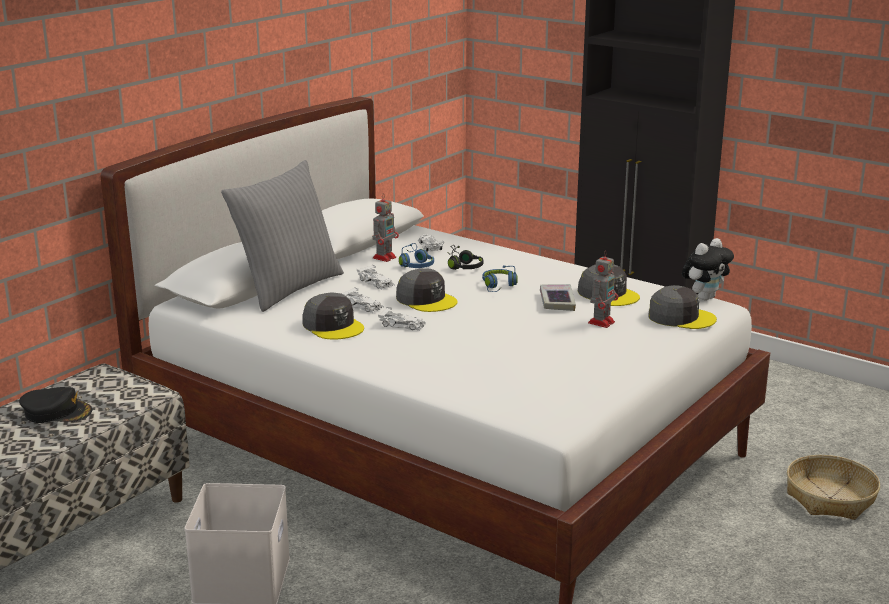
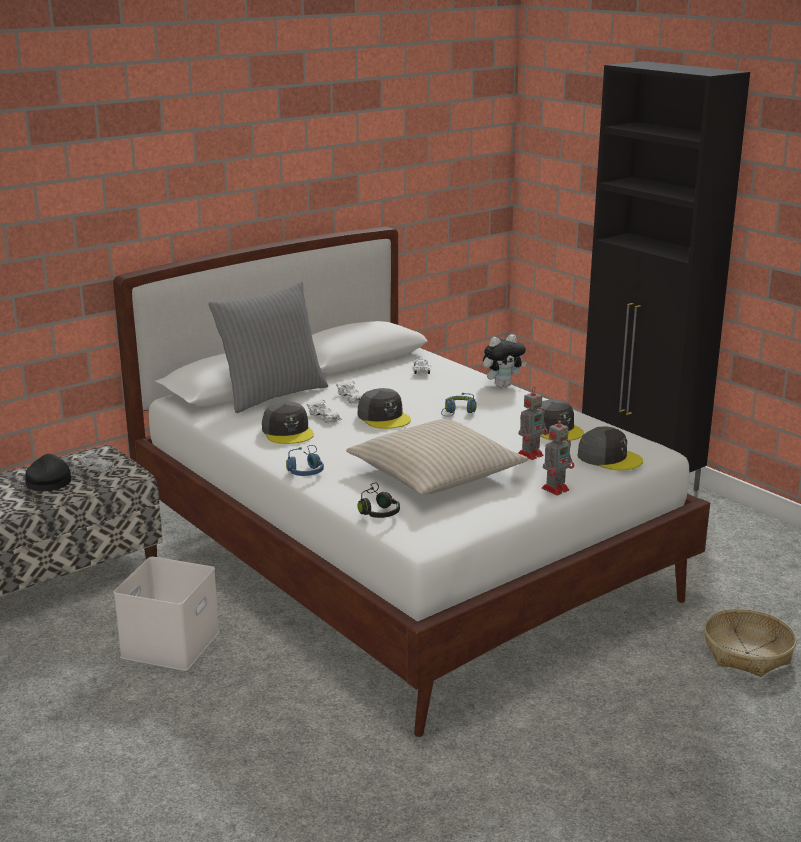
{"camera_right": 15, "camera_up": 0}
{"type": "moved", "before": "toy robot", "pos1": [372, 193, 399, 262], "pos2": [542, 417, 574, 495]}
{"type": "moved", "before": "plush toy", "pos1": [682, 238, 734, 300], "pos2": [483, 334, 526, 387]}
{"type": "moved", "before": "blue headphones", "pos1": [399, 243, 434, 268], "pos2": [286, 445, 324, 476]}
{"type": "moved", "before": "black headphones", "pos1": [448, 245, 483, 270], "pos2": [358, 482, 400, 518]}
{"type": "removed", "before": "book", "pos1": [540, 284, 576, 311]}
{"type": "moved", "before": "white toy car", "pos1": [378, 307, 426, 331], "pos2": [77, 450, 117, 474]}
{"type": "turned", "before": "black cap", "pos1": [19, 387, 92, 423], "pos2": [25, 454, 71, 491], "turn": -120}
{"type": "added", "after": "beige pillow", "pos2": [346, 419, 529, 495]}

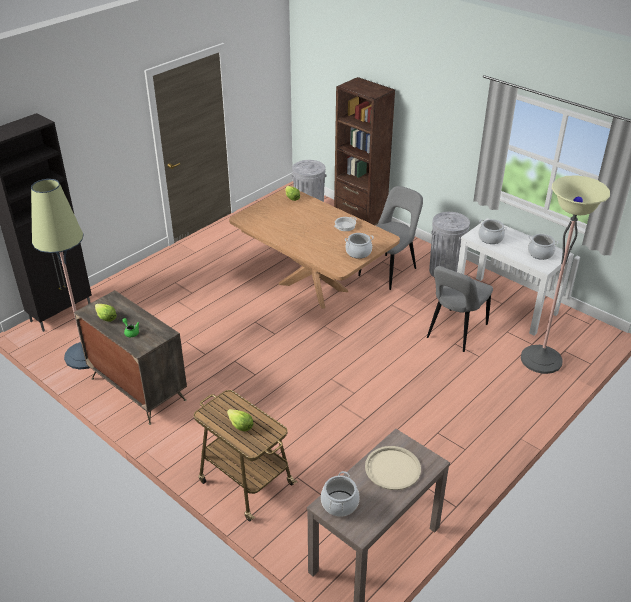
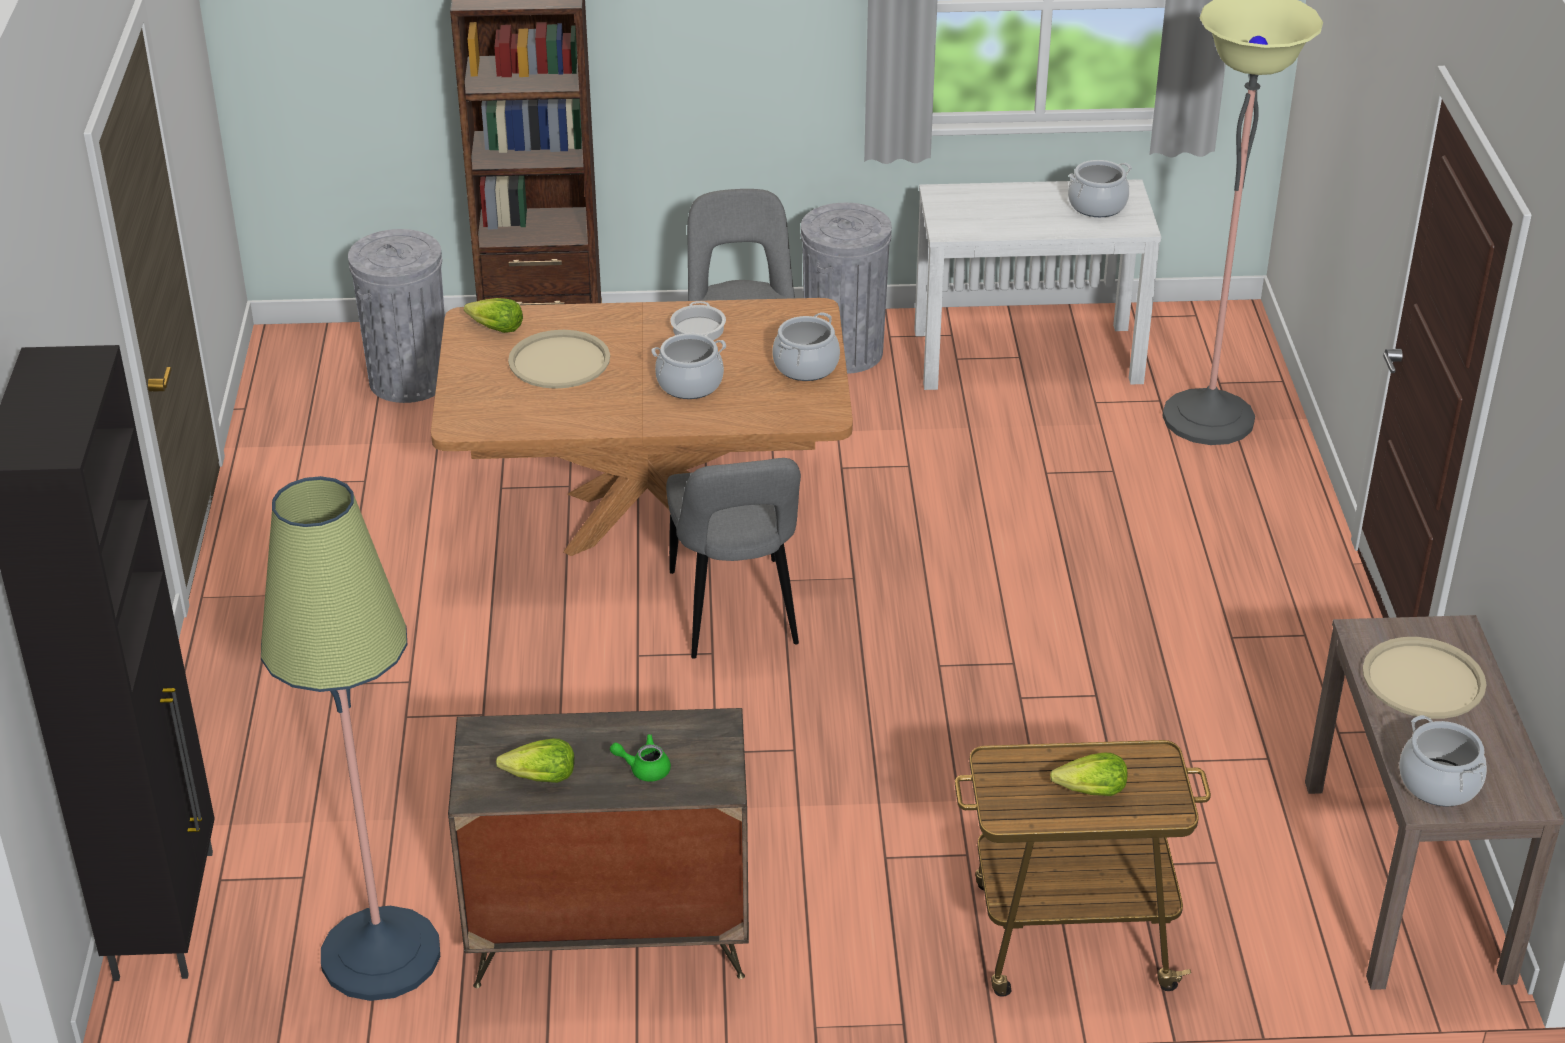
{"camera_right": -45, "camera_up": 0}
{"type": "moved", "before": "cooking pot", "pos1": [478, 219, 507, 244], "pos2": [651, 333, 726, 399]}
{"type": "moved", "before": "grey chair", "pos1": [427, 266, 493, 352], "pos2": [666, 458, 801, 659]}
{"type": "added", "after": "beige tray", "pos2": [508, 330, 610, 389]}

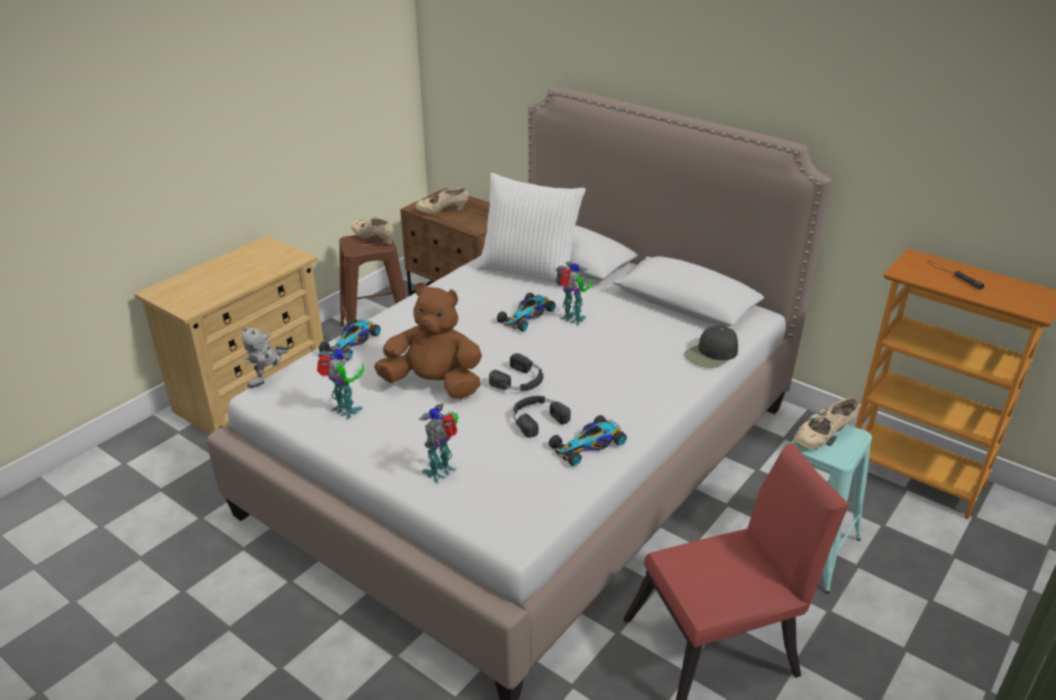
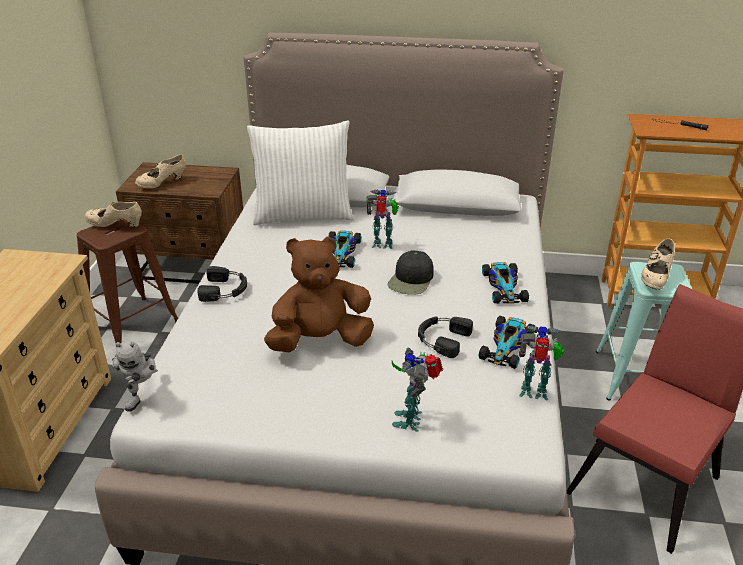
{"camera_right": -30, "camera_up": 0}
{"type": "moved", "before": "toy car", "pos1": [319, 318, 381, 360], "pos2": [482, 262, 529, 303]}
{"type": "moved", "before": "black cap", "pos1": [684, 326, 738, 368], "pos2": [388, 250, 434, 295]}
{"type": "moved", "before": "toy robot", "pos1": [317, 346, 364, 420], "pos2": [519, 325, 564, 400]}
{"type": "moved", "before": "black headphones", "pos1": [489, 353, 543, 392], "pos2": [197, 266, 247, 302]}

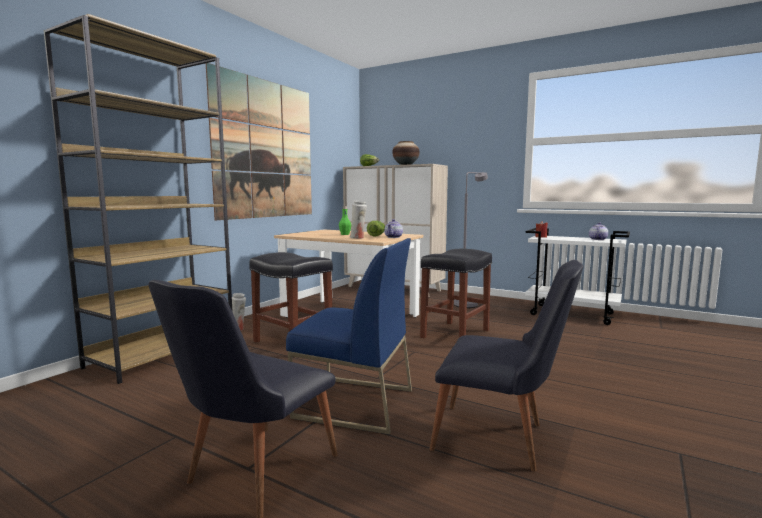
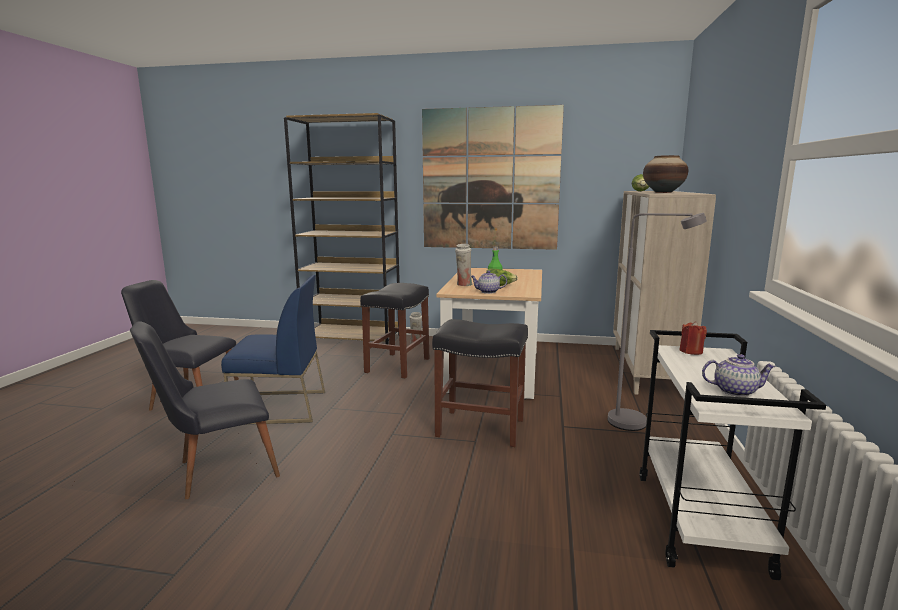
{"camera_right": 70, "camera_up": 5}
{"type": "turned", "before": "blue chair", "pos1": [286, 238, 412, 434], "pos2": [221, 275, 325, 425], "turn": -90}
{"type": "turned", "before": "black chair", "pos1": [430, 260, 584, 472], "pos2": [130, 321, 280, 499], "turn": 60}

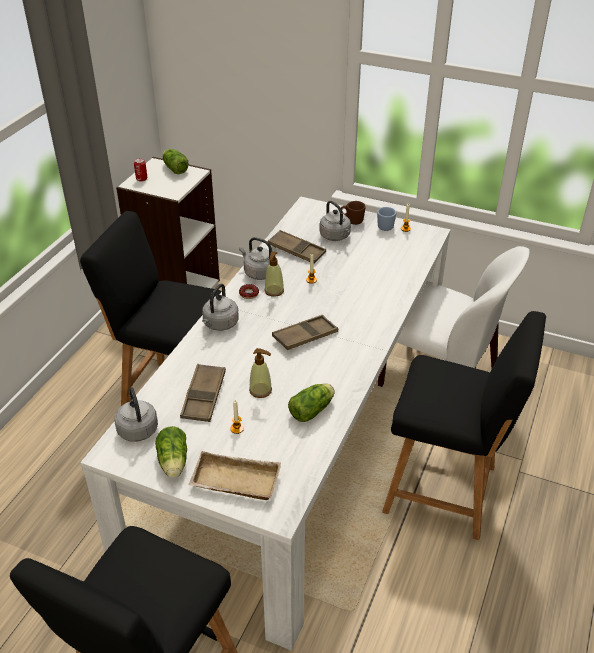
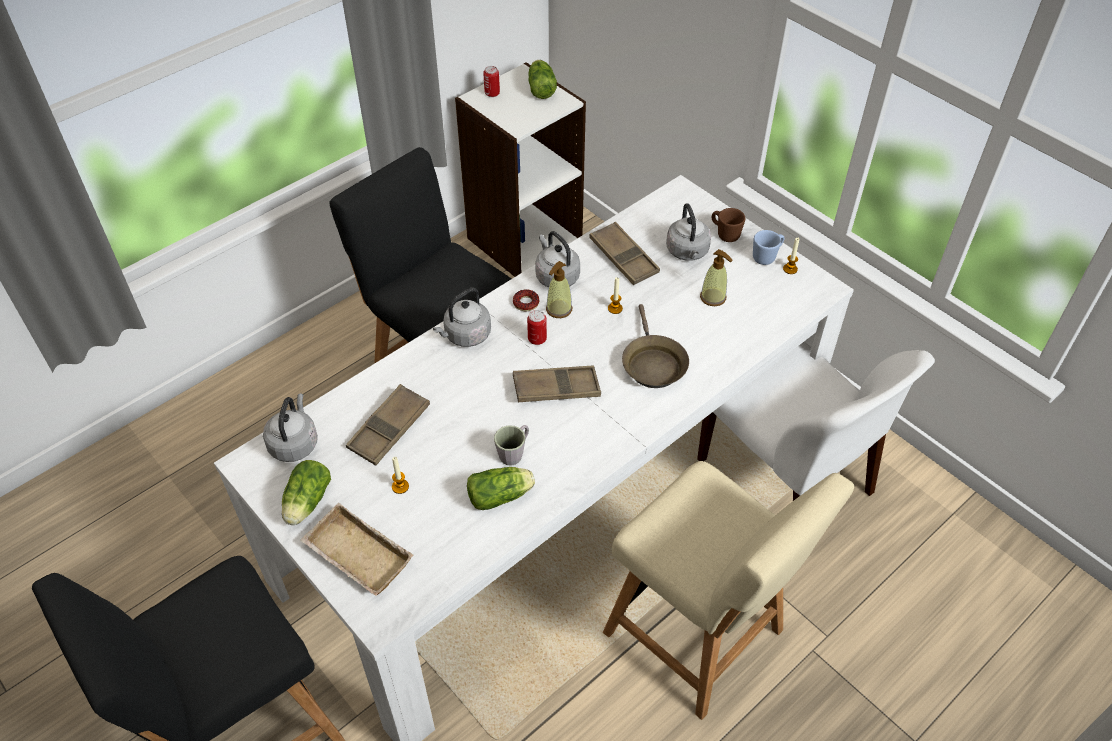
{"camera_right": 25, "camera_up": 10}
{"type": "recoloured", "before": "black chair", "after": "beige chair", "pos1": [382, 311, 546, 540], "pos2": [603, 461, 854, 720]}
{"type": "moved", "before": "soap dispenser", "pos1": [249, 348, 272, 398], "pos2": [700, 249, 733, 306]}
{"type": "added", "after": "brown frying pan", "pos2": [622, 304, 689, 388]}
{"type": "added", "after": "can", "pos2": [527, 310, 547, 345]}
{"type": "added", "after": "grey mug", "pos2": [494, 425, 529, 466]}

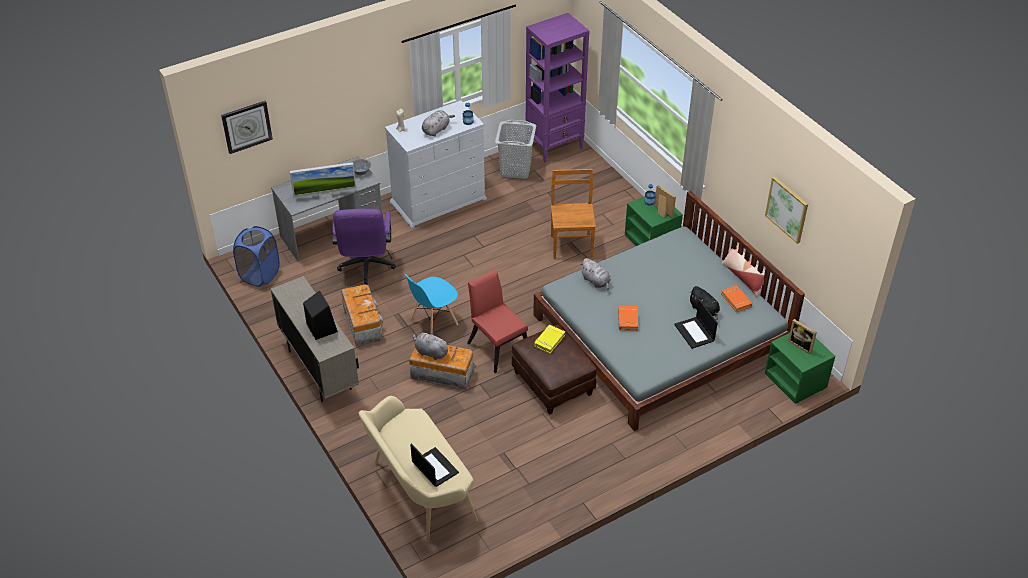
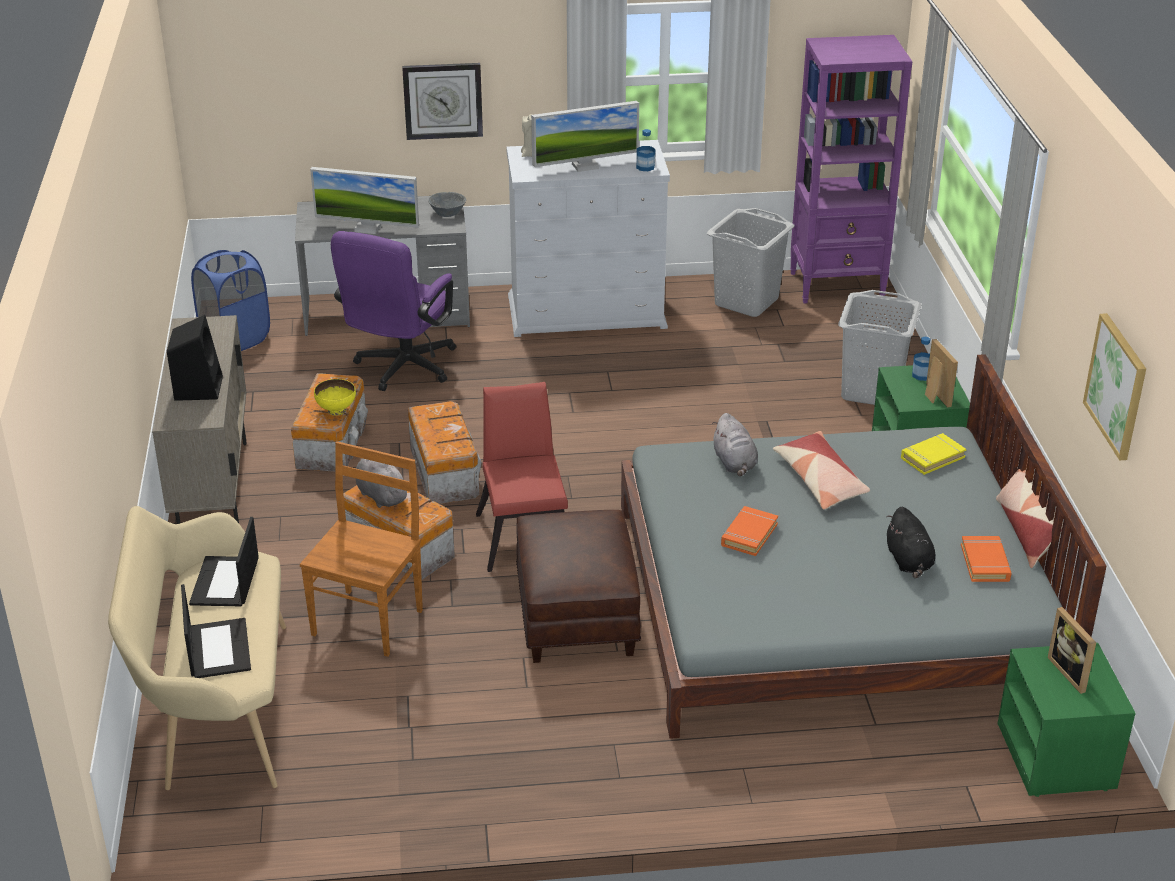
{"camera_right": 25, "camera_up": -10}
{"type": "moved", "before": "wall clock", "pos1": [221, 101, 273, 154], "pos2": [402, 63, 483, 140]}
{"type": "replaced", "before": "grey plush toy", "after": "monitor", "pos1": [422, 110, 455, 136], "pos2": [531, 101, 639, 172]}
{"type": "moved", "before": "brown chair", "pos1": [551, 169, 596, 259], "pos2": [300, 441, 423, 657]}
{"type": "replaced", "before": "blue chair", "after": "storage box", "pos1": [405, 274, 458, 335], "pos2": [408, 401, 482, 504]}
{"type": "moved", "before": "laptop", "pos1": [674, 300, 718, 349], "pos2": [189, 517, 259, 606]}
{"type": "moved", "before": "yellow book", "pos1": [534, 325, 565, 353], "pos2": [901, 433, 966, 475]}
{"type": "added", "after": "grey laundry basket", "pos2": [838, 290, 921, 405]}
{"type": "added", "after": "yellow bowl", "pos2": [314, 379, 356, 416]}
{"type": "added", "after": "pillow", "pos2": [773, 431, 870, 510]}

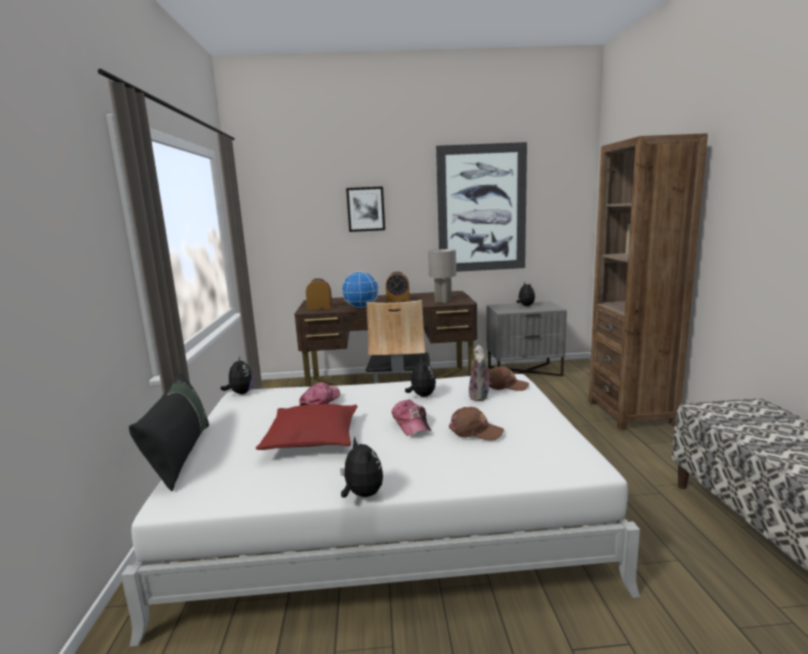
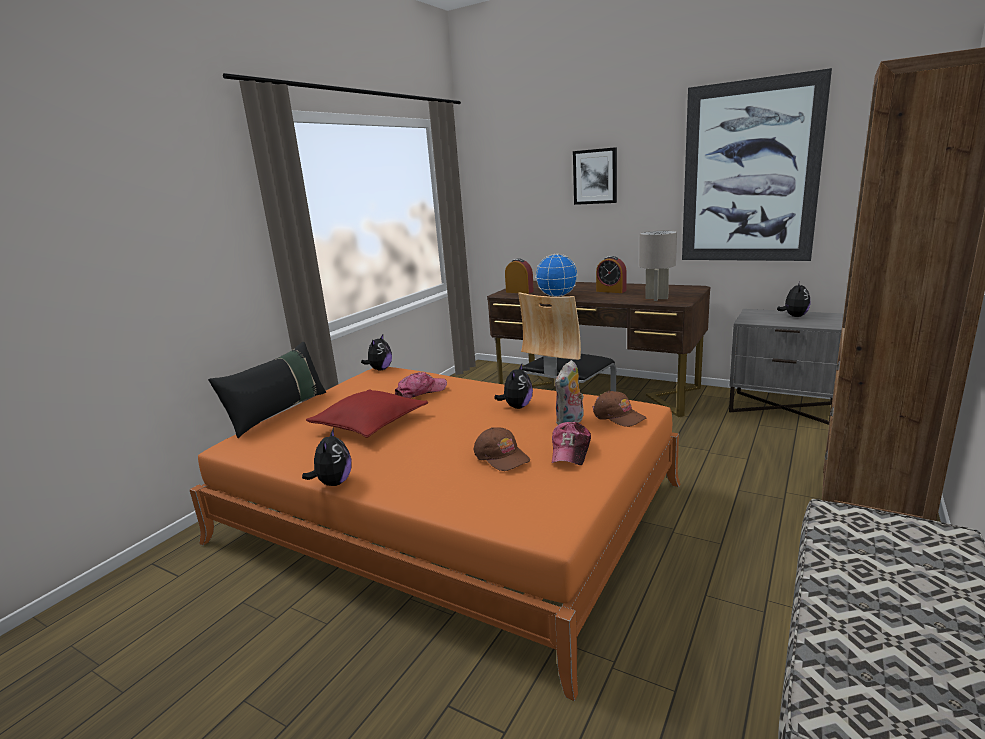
{"camera_right": 35, "camera_up": 5}
{"type": "recoloured", "before": "white bed", "after": "orange bed", "pos1": [121, 374, 640, 647], "pos2": [189, 367, 681, 701]}
{"type": "moved", "before": "cap", "pos1": [392, 399, 431, 436], "pos2": [552, 422, 591, 465]}

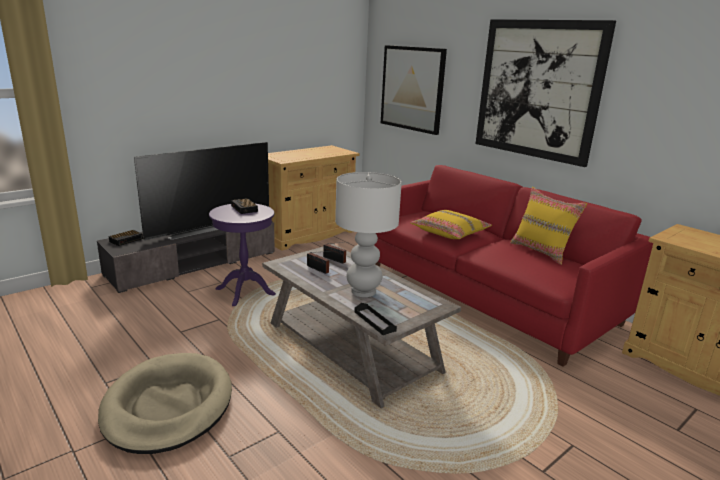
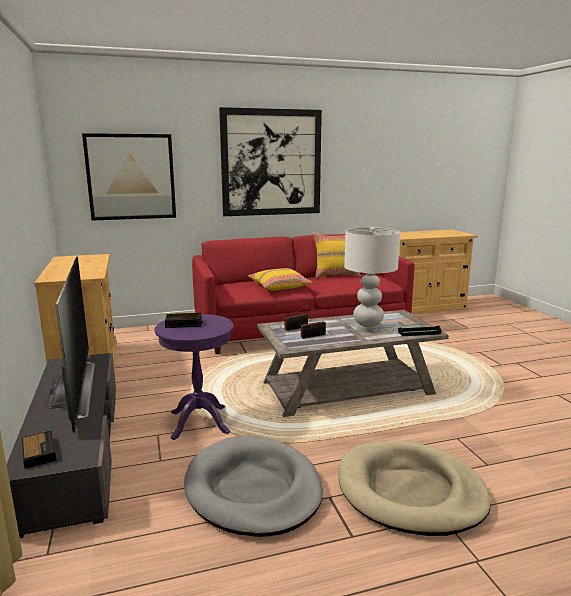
{"camera_right": -65, "camera_up": -5}
{"type": "added", "after": "grey dog bed", "pos2": [184, 435, 323, 537]}

